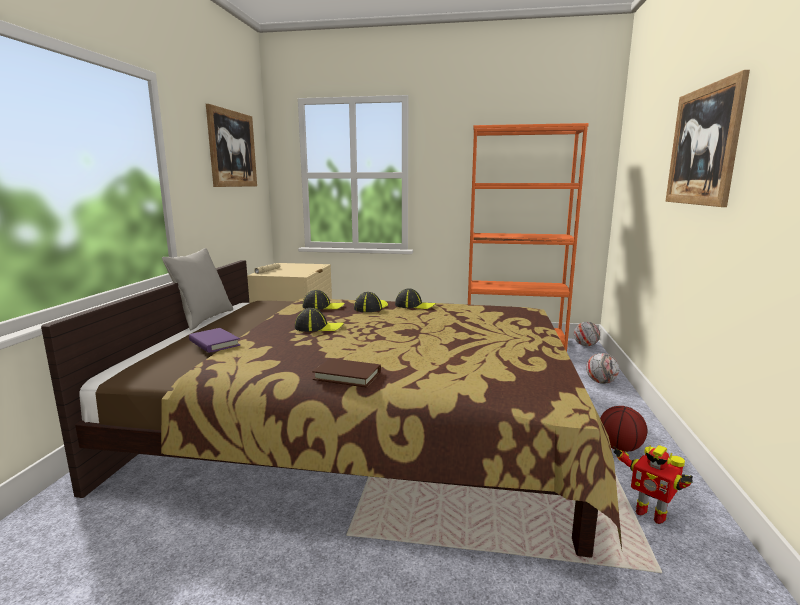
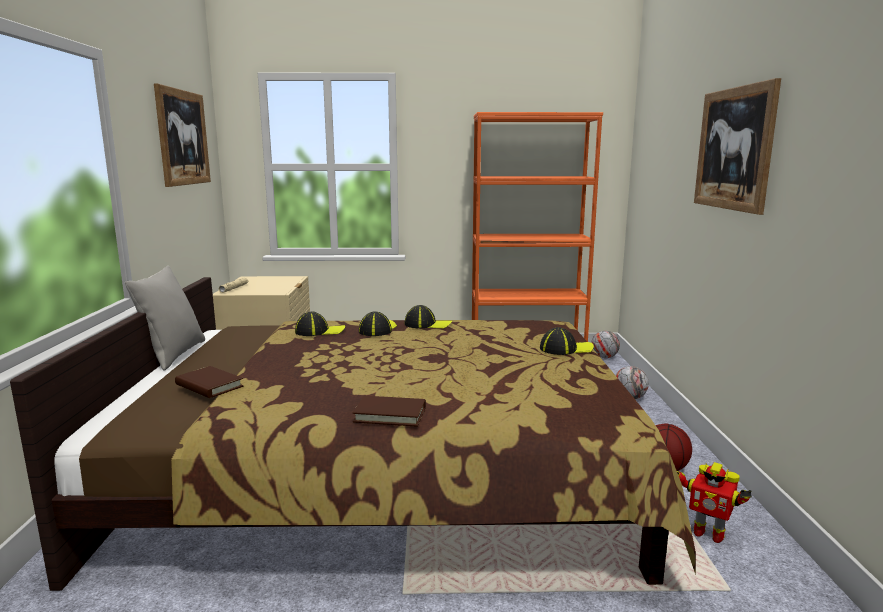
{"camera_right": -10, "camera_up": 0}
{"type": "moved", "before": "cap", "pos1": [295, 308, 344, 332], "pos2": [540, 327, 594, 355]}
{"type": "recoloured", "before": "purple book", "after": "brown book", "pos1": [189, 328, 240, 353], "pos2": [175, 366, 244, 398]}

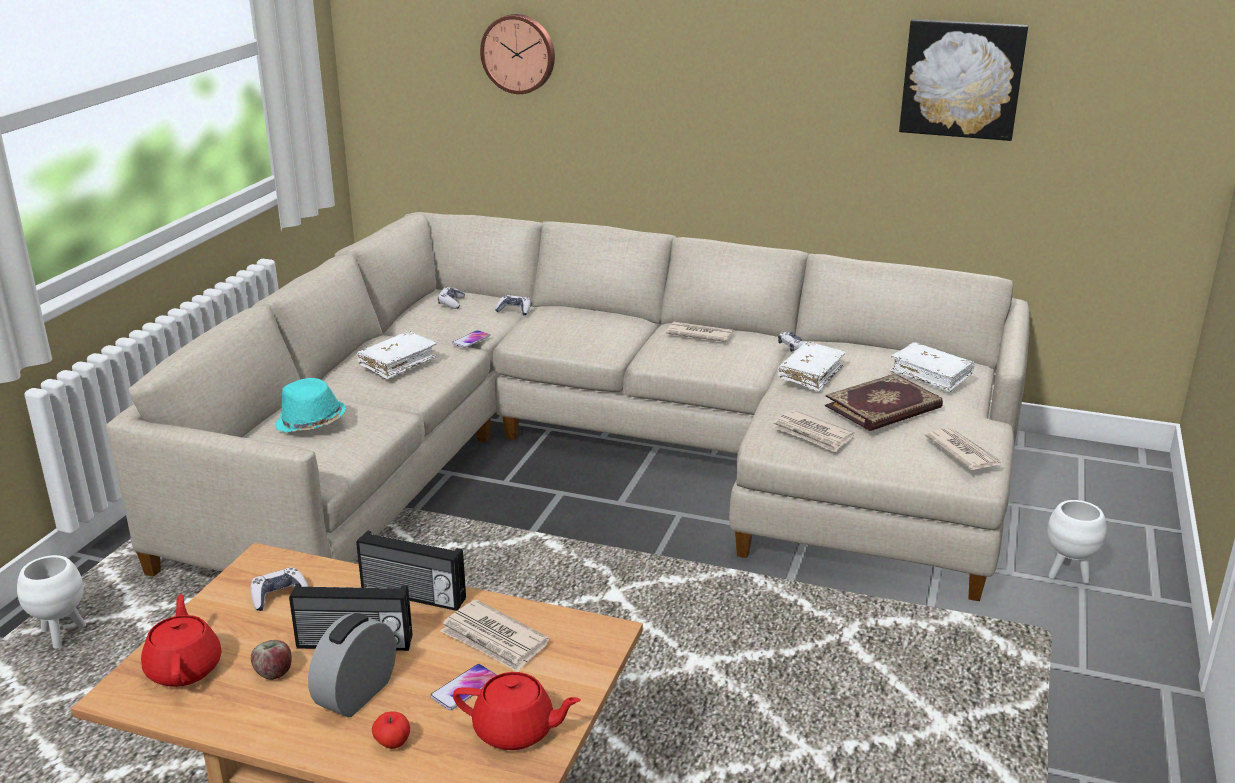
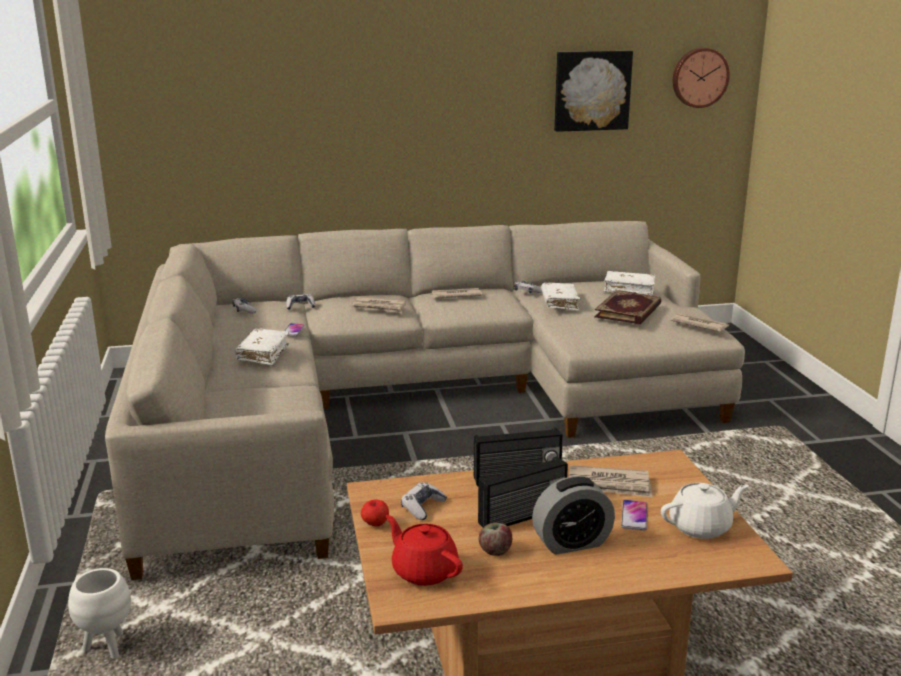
{"camera_right": -30, "camera_up": -5}
{"type": "moved", "before": "wall clock", "pos1": [480, 14, 555, 94], "pos2": [673, 48, 730, 108]}
{"type": "removed", "before": "turquoise hat", "pos1": [275, 378, 346, 433]}
{"type": "moved", "before": "newspaper", "pos1": [772, 410, 854, 453], "pos2": [352, 297, 406, 313]}
{"type": "removed", "before": "white planter", "pos1": [1047, 500, 1107, 584]}
{"type": "turned", "before": "alarm clock", "pos1": [308, 613, 396, 717], "pos2": [532, 476, 615, 555], "turn": -105}
{"type": "recoloured", "before": "red teapot", "after": "white teapot", "pos1": [453, 672, 581, 750], "pos2": [661, 483, 749, 539]}
{"type": "moved", "before": "apple", "pos1": [372, 711, 410, 749], "pos2": [361, 499, 389, 527]}

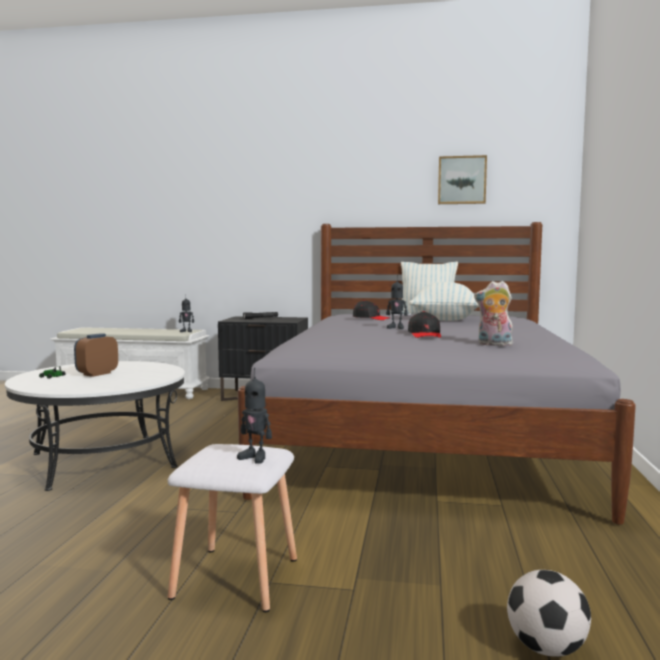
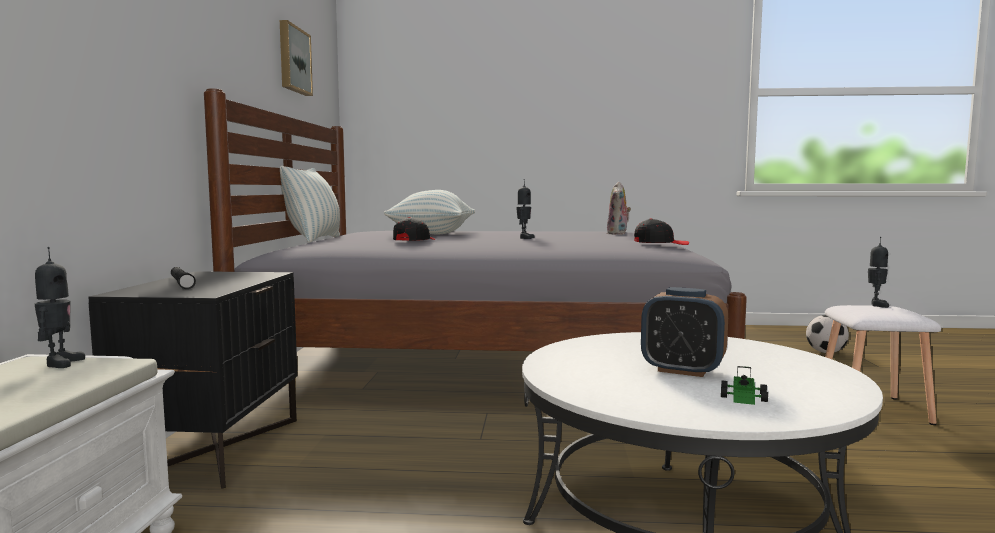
{"camera_right": -95, "camera_up": 0}
{"type": "moved", "before": "black cap", "pos1": [408, 311, 441, 338], "pos2": [634, 218, 689, 245]}

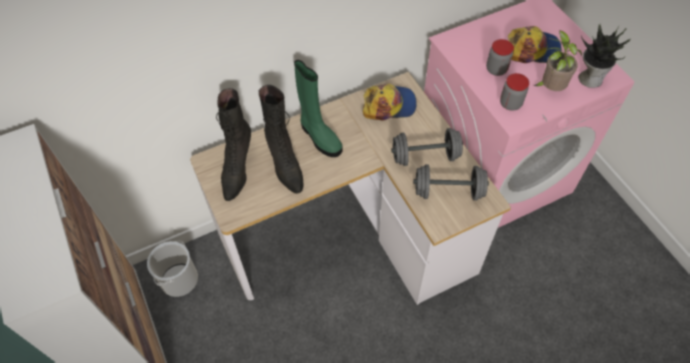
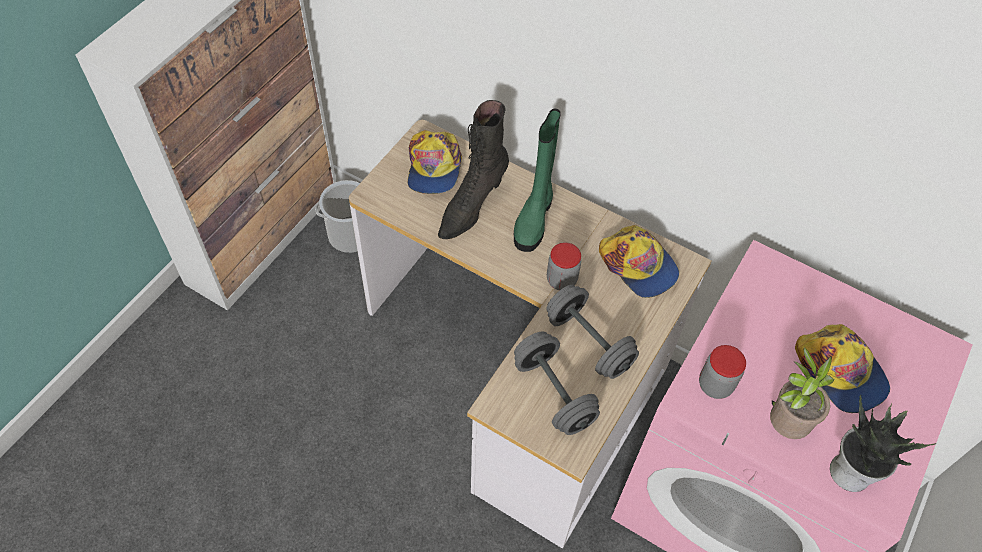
{"camera_right": 55, "camera_up": 0}
{"type": "moved", "before": "jar", "pos1": [486, 39, 514, 76], "pos2": [547, 243, 581, 290]}
{"type": "replaced", "before": "black boot", "after": "cap", "pos1": [216, 88, 251, 201], "pos2": [408, 130, 462, 194]}

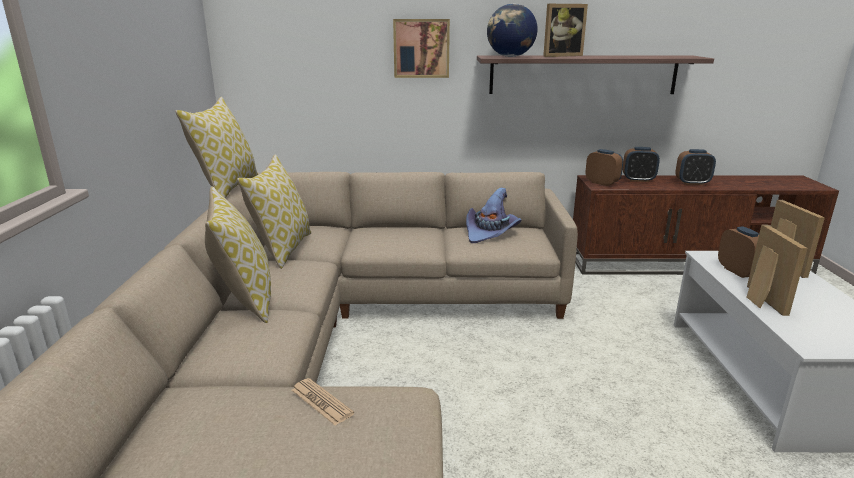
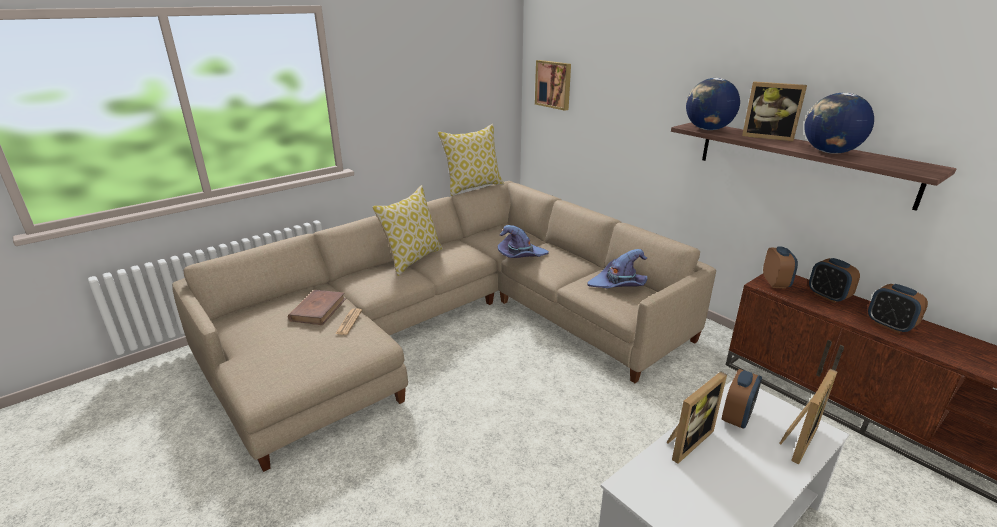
{"camera_right": 50, "camera_up": 5}
{"type": "moved", "before": "picture", "pos1": [393, 19, 450, 78], "pos2": [535, 60, 571, 111]}
{"type": "removed", "before": "pillow", "pos1": [237, 154, 311, 269]}
{"type": "added", "after": "globe", "pos2": [804, 92, 874, 154]}
{"type": "added", "after": "purple hat", "pos2": [498, 225, 549, 258]}
{"type": "added", "after": "brown book", "pos2": [288, 290, 346, 325]}

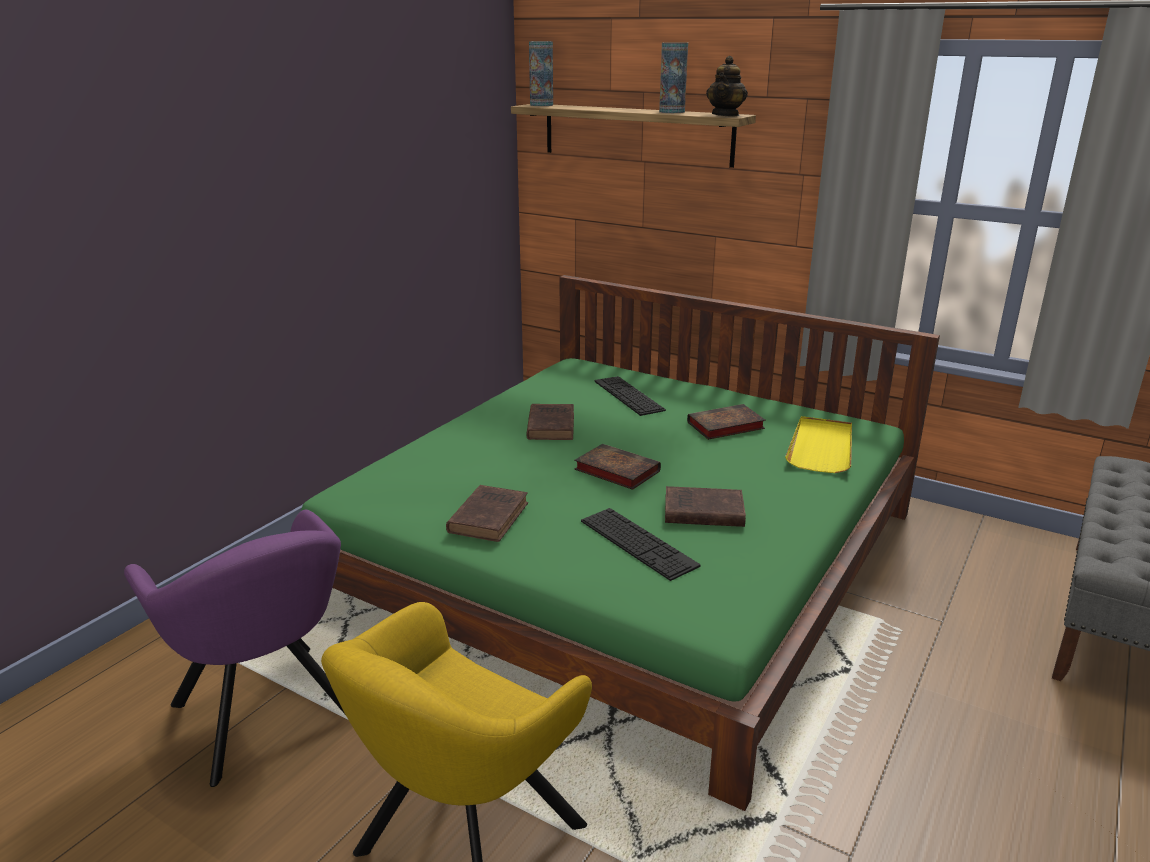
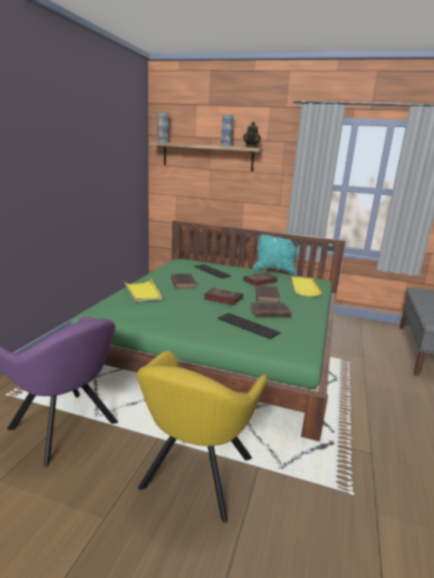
{"camera_right": -15, "camera_up": -5}
{"type": "moved", "before": "brown book", "pos1": [446, 485, 528, 542], "pos2": [256, 285, 280, 303]}
{"type": "added", "after": "turquoise pillow", "pos2": [253, 230, 301, 275]}
{"type": "added", "after": "yellow tray", "pos2": [123, 279, 162, 303]}

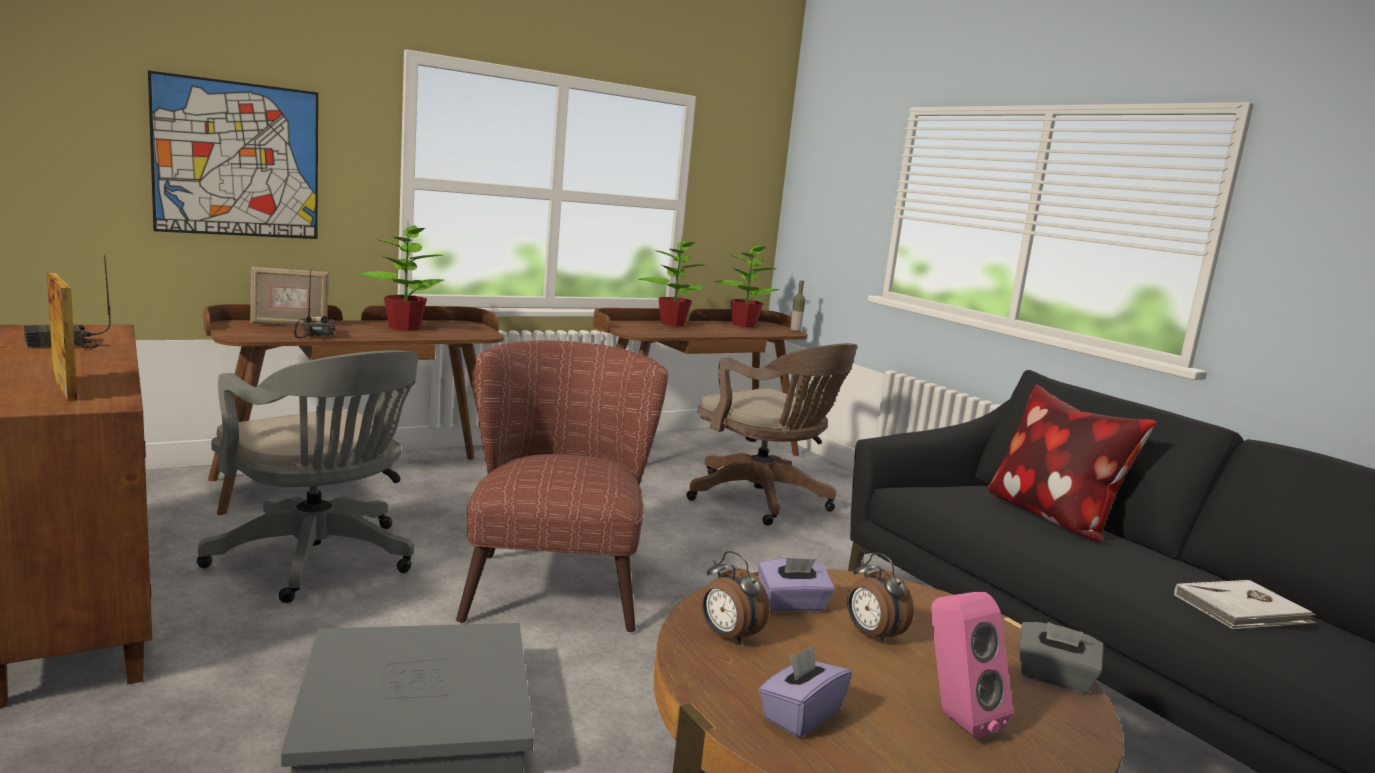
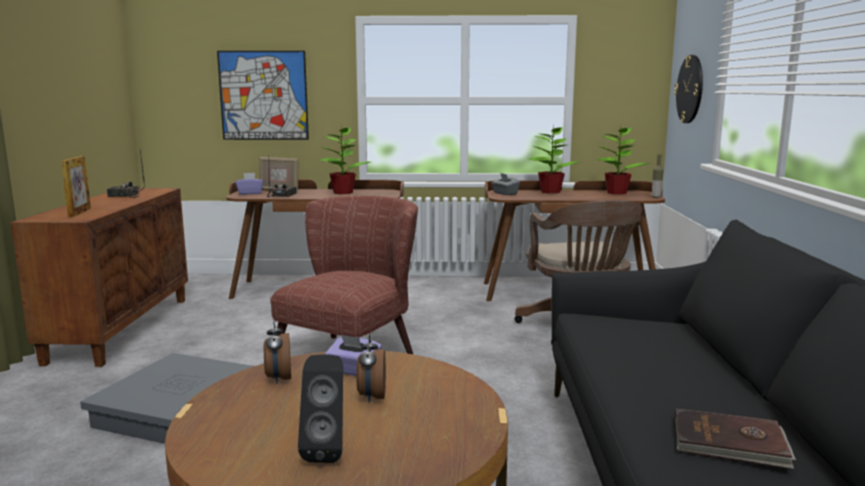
{"camera_right": 35, "camera_up": 0}
{"type": "removed", "before": "grey office chair", "pos1": [197, 350, 418, 603]}
{"type": "removed", "before": "pillow", "pos1": [987, 384, 1157, 541]}
{"type": "recoloured", "before": "white book", "after": "brown book", "pos1": [1174, 580, 1317, 629], "pos2": [675, 408, 796, 469]}
{"type": "recoloured", "before": "pink speaker", "after": "black speaker", "pos1": [931, 592, 1013, 739], "pos2": [298, 354, 343, 463]}
{"type": "moved", "before": "grey tissue box", "pos1": [1019, 622, 1103, 694], "pos2": [491, 173, 520, 195]}
{"type": "moved", "before": "purple tissue box", "pos1": [759, 645, 852, 738], "pos2": [235, 173, 263, 195]}
{"type": "added", "after": "wall clock", "pos2": [674, 55, 703, 123]}

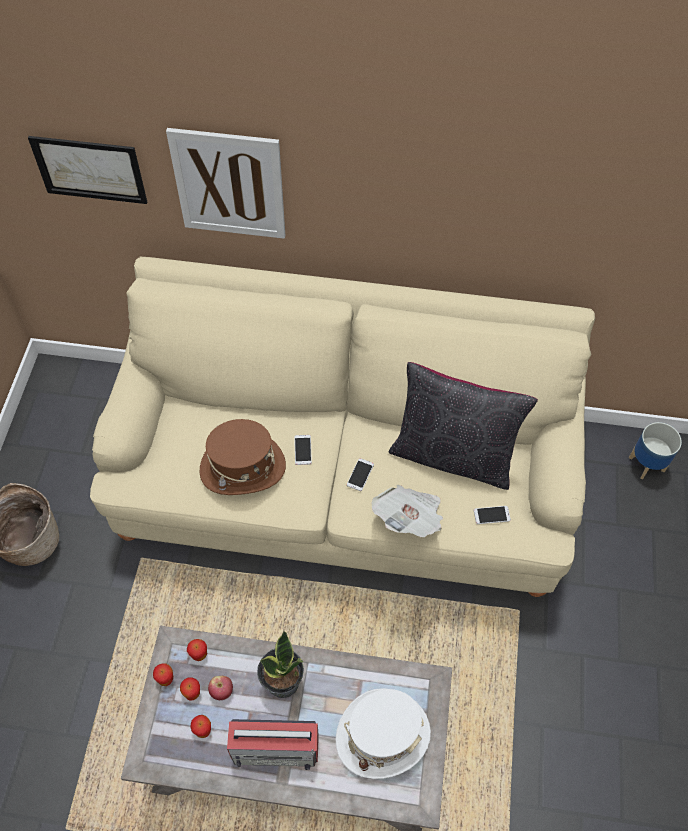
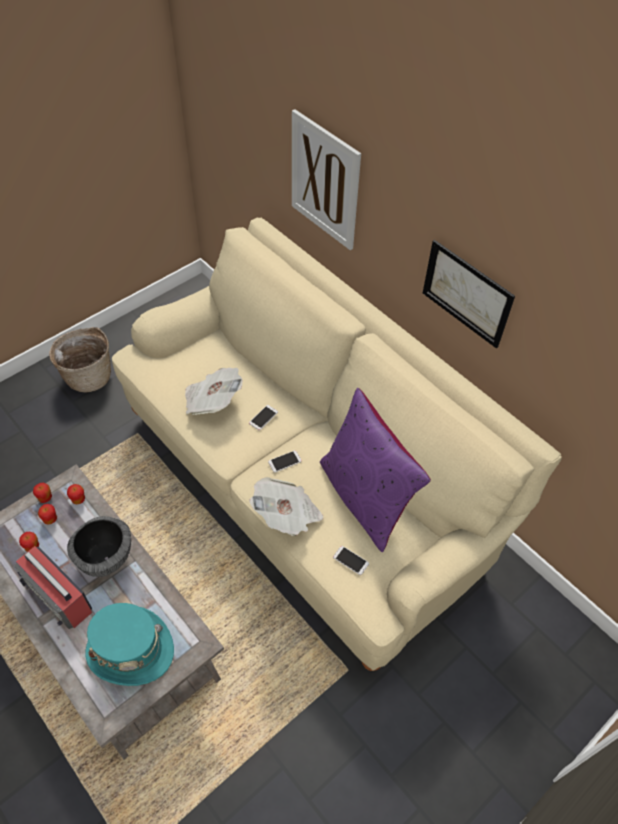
{"camera_right": 40, "camera_up": -5}
{"type": "moved", "before": "picture", "pos1": [28, 136, 147, 204], "pos2": [423, 240, 515, 348]}
{"type": "recoloured", "before": "black pillow", "after": "purple pillow", "pos1": [388, 362, 538, 490], "pos2": [320, 388, 431, 552]}
{"type": "replaced", "before": "brown hat", "after": "newspaper", "pos1": [200, 419, 286, 495], "pos2": [185, 368, 243, 415]}
{"type": "removed", "before": "planter", "pos1": [629, 422, 682, 479]}
{"type": "replaced", "before": "potted plant", "after": "bowl", "pos1": [257, 631, 304, 698], "pos2": [67, 516, 131, 577]}
{"type": "removed", "before": "apple", "pos1": [208, 676, 233, 700]}
{"type": "recoloured", "before": "white hat", "after": "turquoise hat", "pos1": [336, 688, 431, 779], "pos2": [85, 603, 174, 686]}

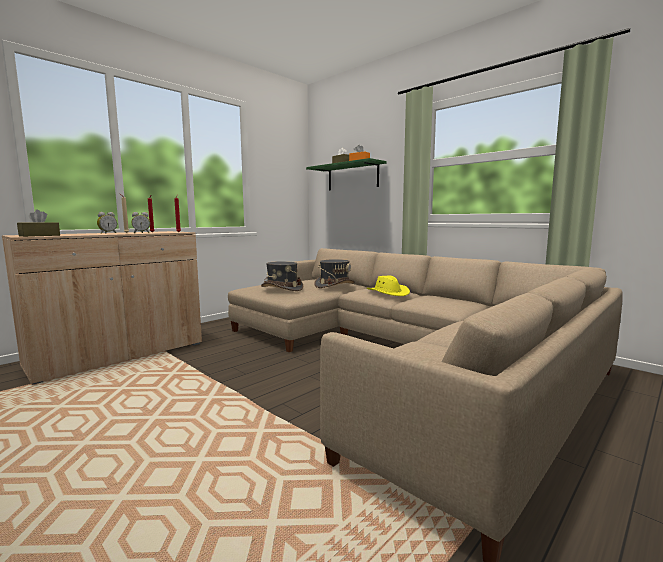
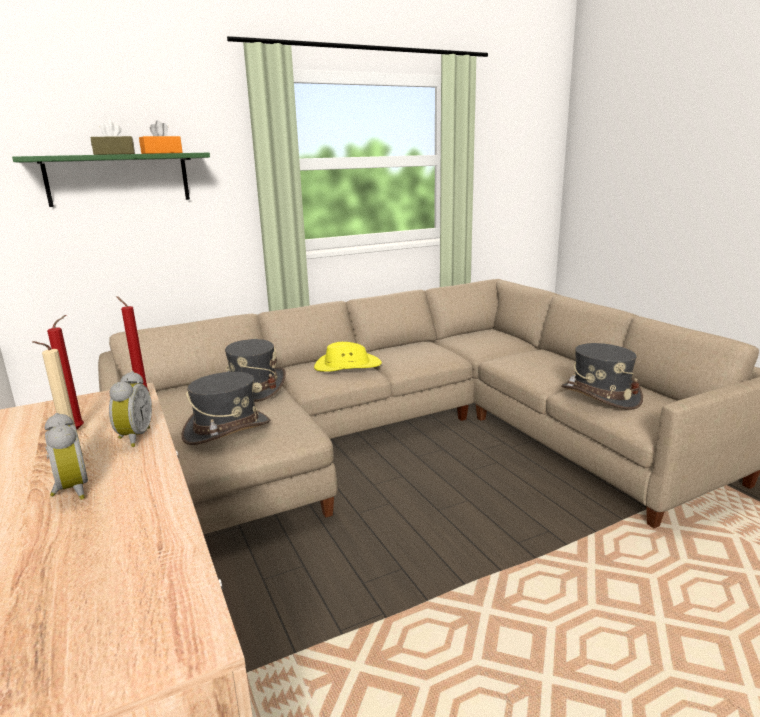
{"camera_right": -70, "camera_up": 10}
{"type": "removed", "before": "brown tissue box", "pos1": [17, 210, 60, 237]}
{"type": "added", "after": "grey hat", "pos2": [561, 343, 643, 410]}

